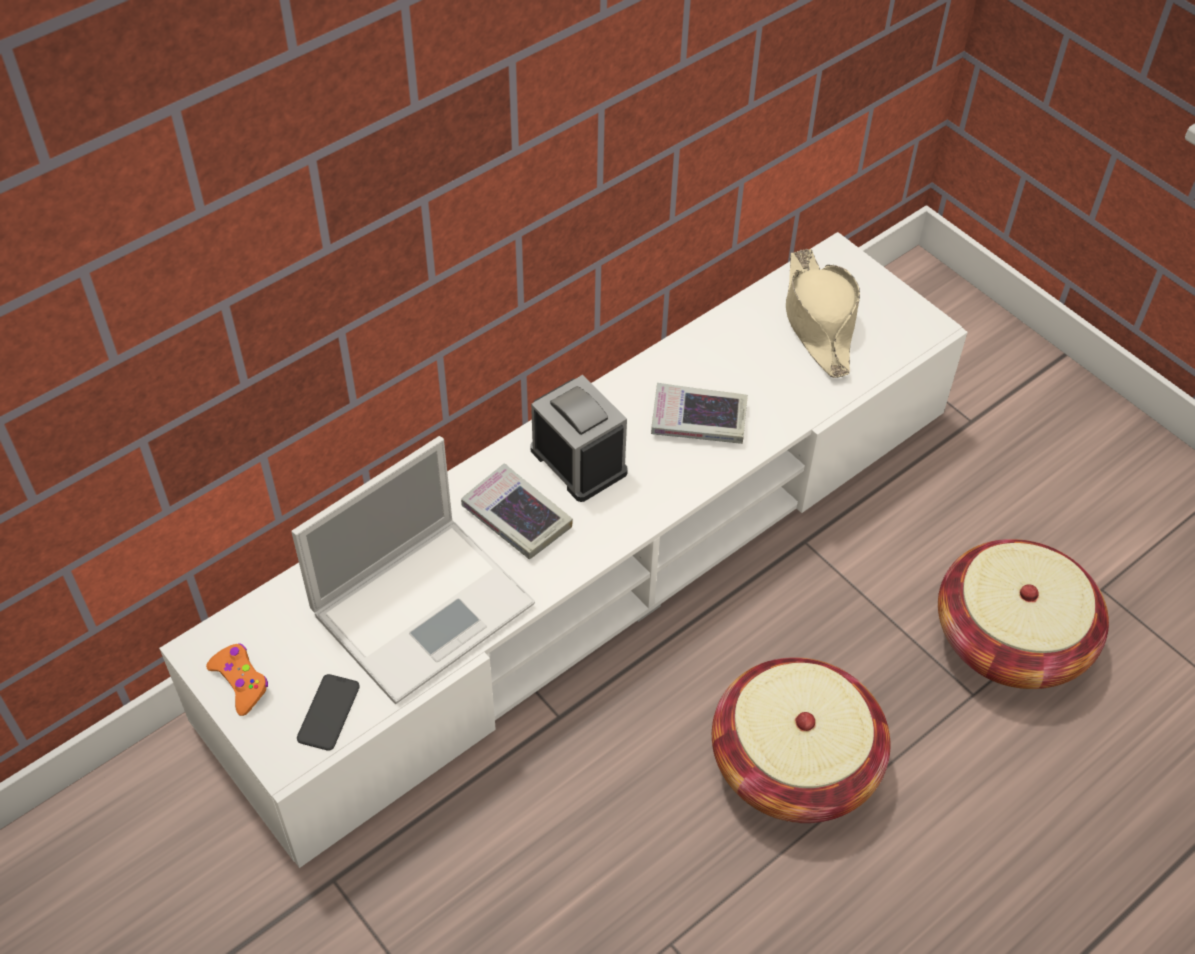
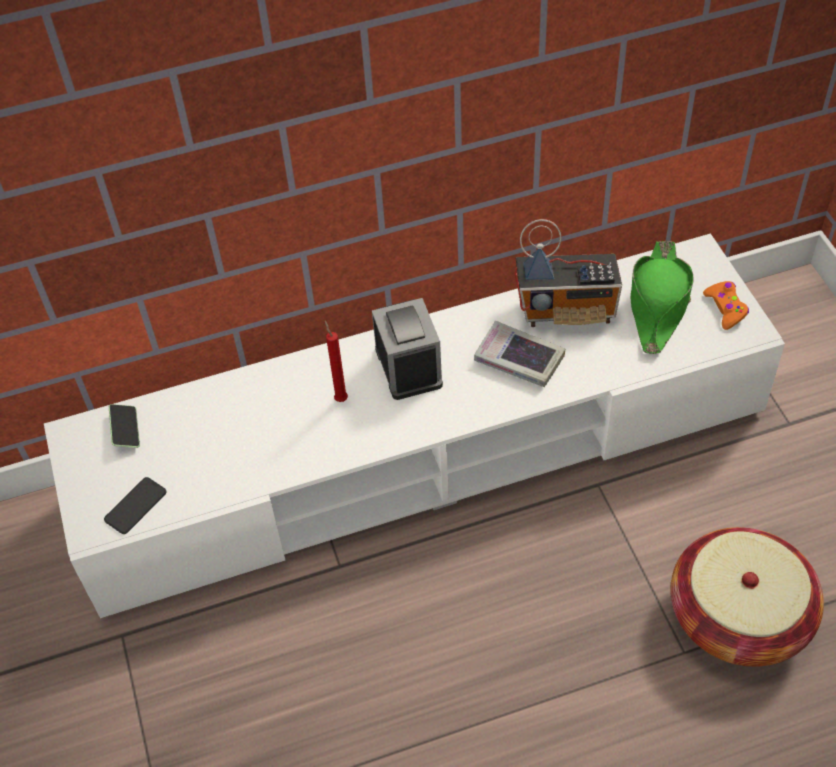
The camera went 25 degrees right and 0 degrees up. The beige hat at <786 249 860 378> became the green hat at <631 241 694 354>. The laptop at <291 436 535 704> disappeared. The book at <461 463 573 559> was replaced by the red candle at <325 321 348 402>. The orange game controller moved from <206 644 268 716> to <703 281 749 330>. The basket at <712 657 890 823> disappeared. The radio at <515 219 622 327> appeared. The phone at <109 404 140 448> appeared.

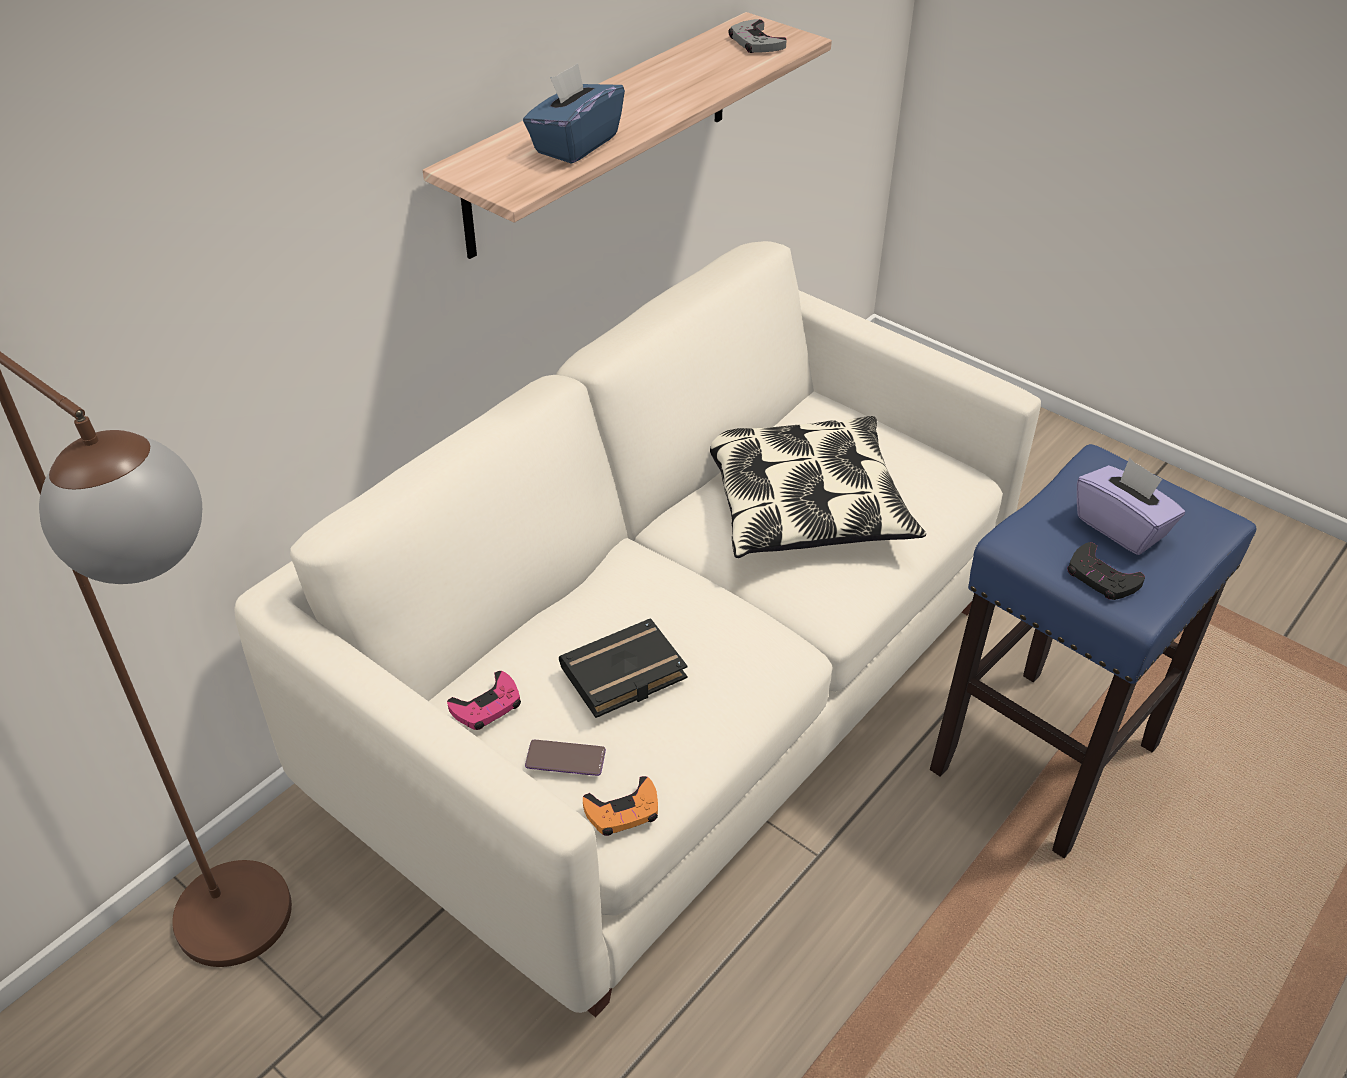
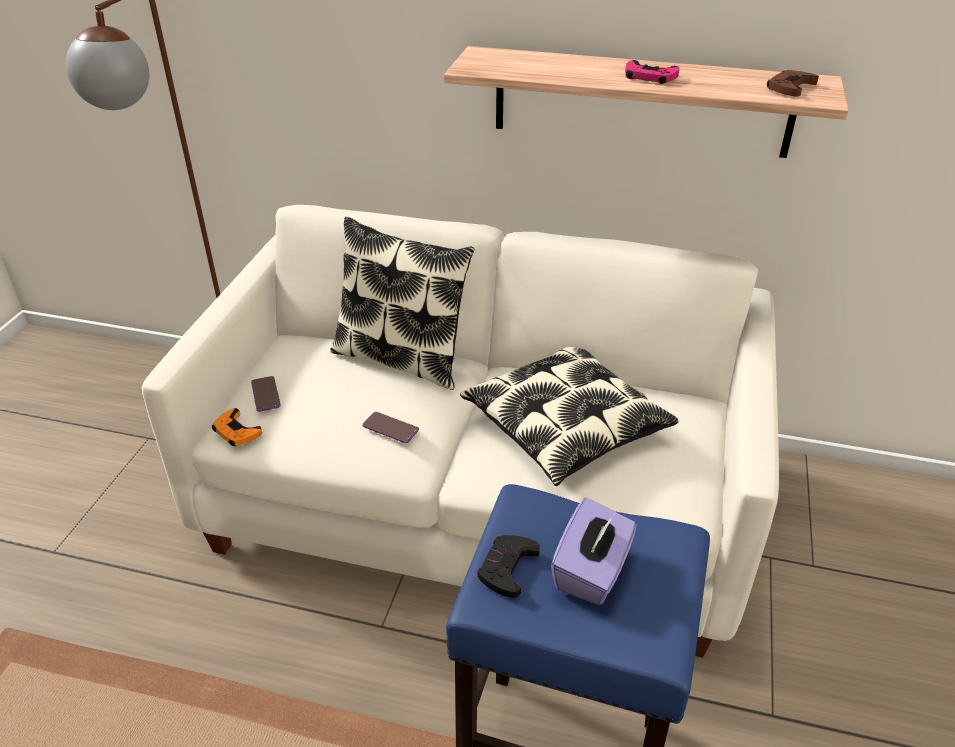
The camera went 65 degrees right and 5 degrees down. The grey game controller at <728 19 787 53> became the brown game controller at <767 70 819 97>. The blue tissue box at <523 63 625 164> disappeared. The black book at <559 618 688 718> disappeared. The pink game controller moved from <447 671 521 730> to <625 60 680 84>. The pillow at <330 217 474 390> appeared. The phone at <362 412 419 443> appeared.

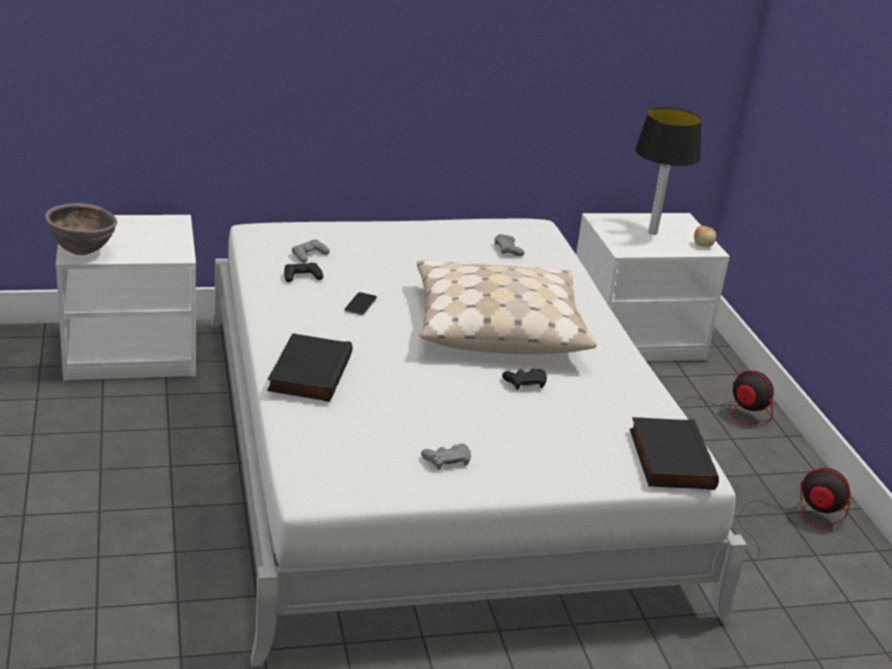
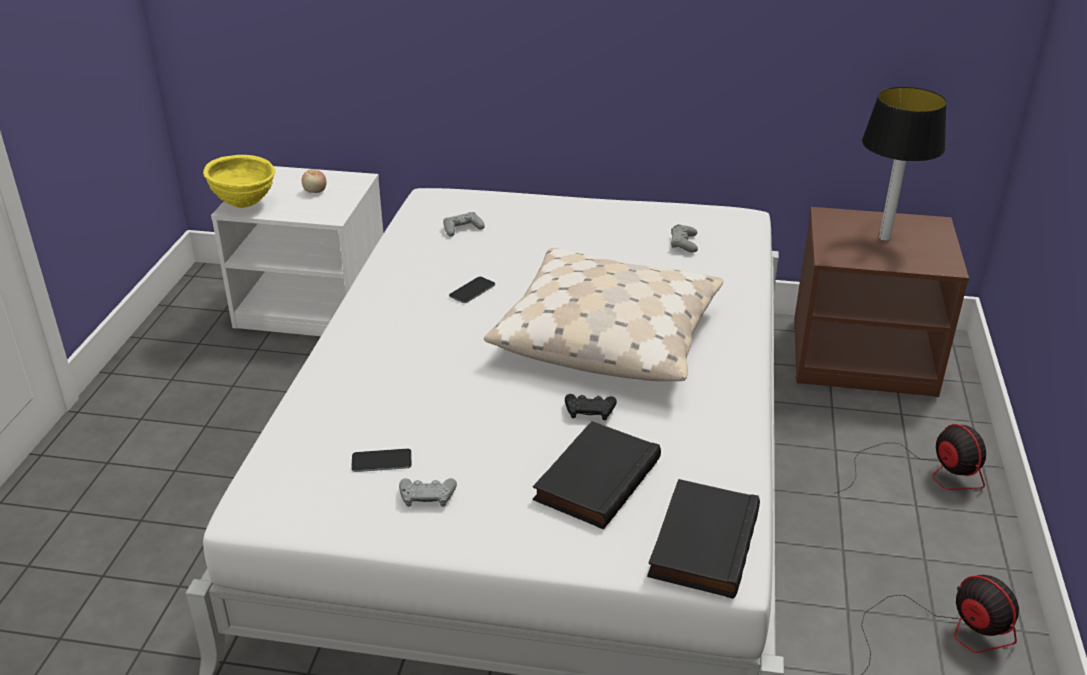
The camera went 25 degrees right and 5 degrees up. The brown bowl at <45 203 117 255> became the yellow bowl at <203 155 275 208>. The white nightstand at <576 213 730 361> became the brown nightstand at <794 207 969 397>. The apple moved from <694 226 716 247> to <302 169 327 193>. The black game controller at <284 263 323 282> disappeared. The black book moved from <267 333 353 402> to <533 421 661 529>. The phone at <351 448 412 472> appeared.

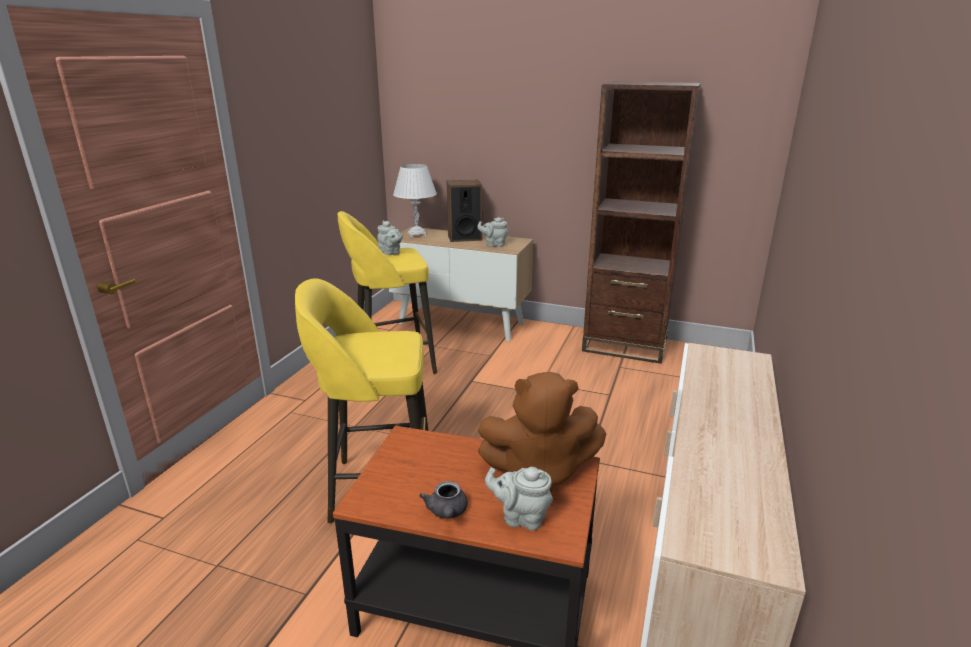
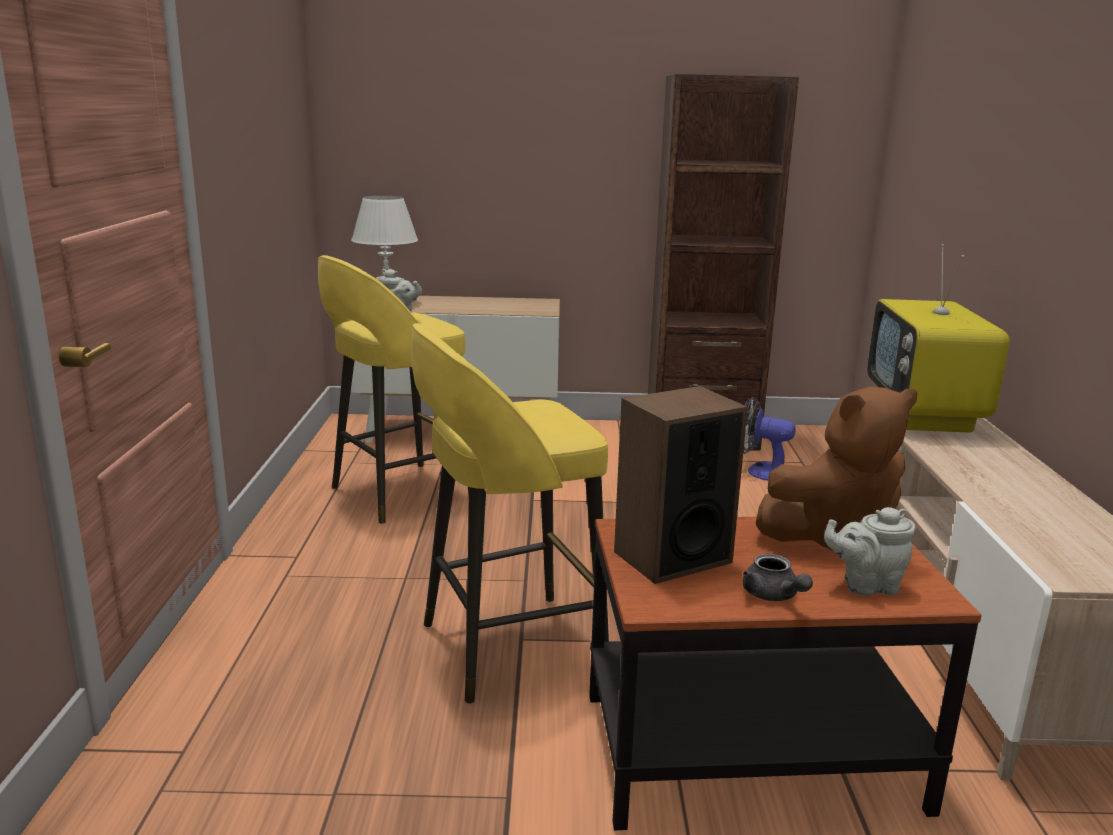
The camera went 20 degrees left and 5 degrees down. The speaker moved from <447 180 482 242> to <614 386 748 584>. The grey teapot at <477 217 508 247> disappeared. The television at <867 244 1010 433> appeared. The fan at <743 397 795 480> appeared.

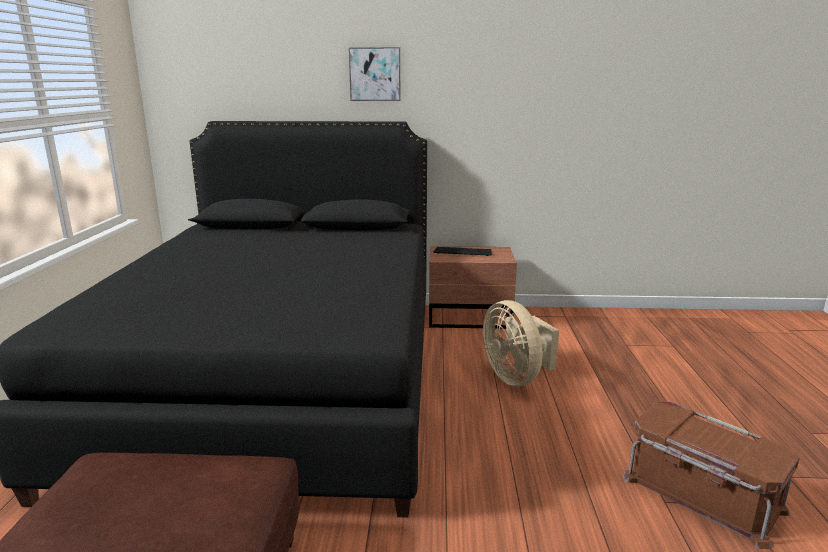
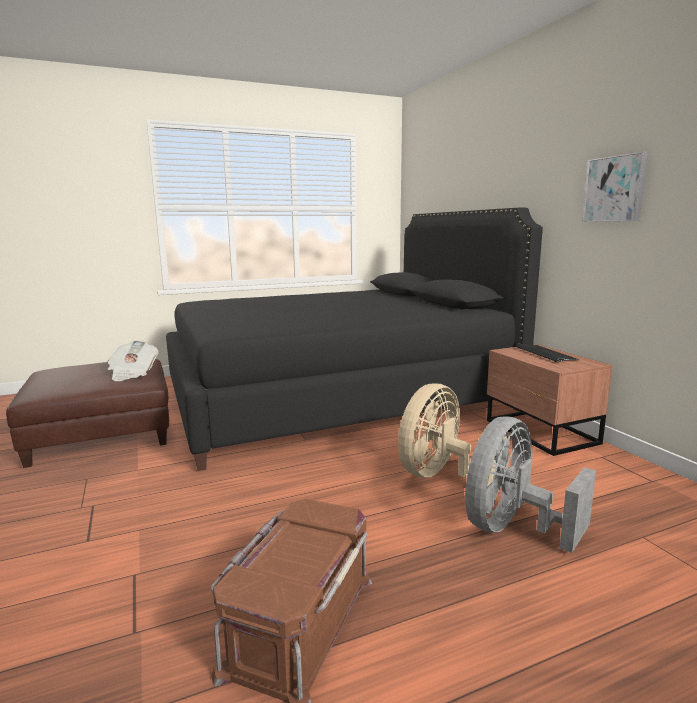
The camera went 65 degrees right and 5 degrees down. The picture moved from <349 47 401 101> to <582 151 648 222>. The newspaper at <108 340 159 381> appeared. The grey fan at <465 416 596 553> appeared.

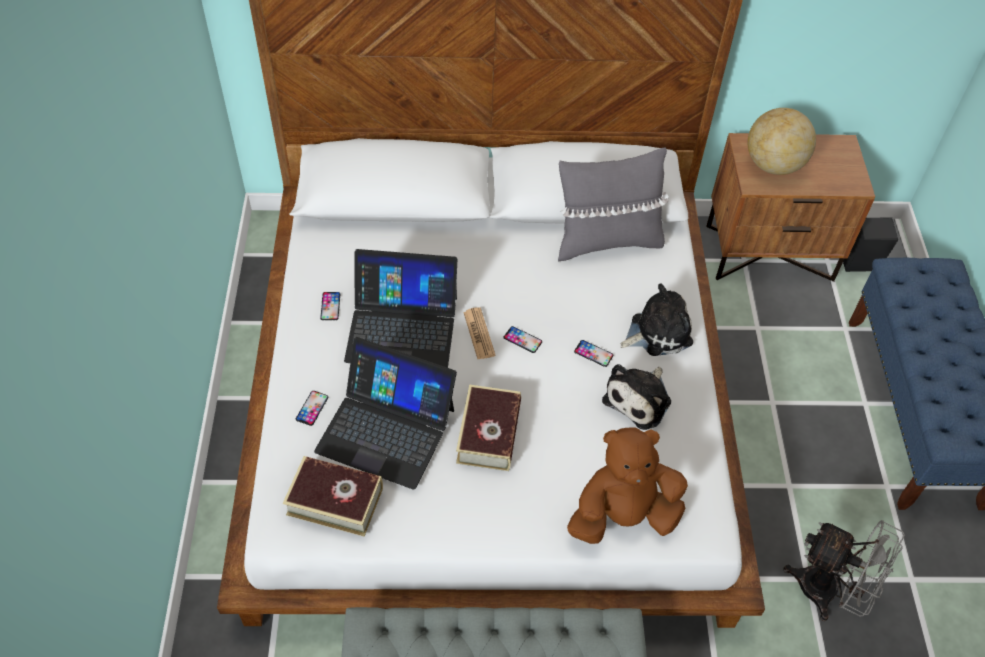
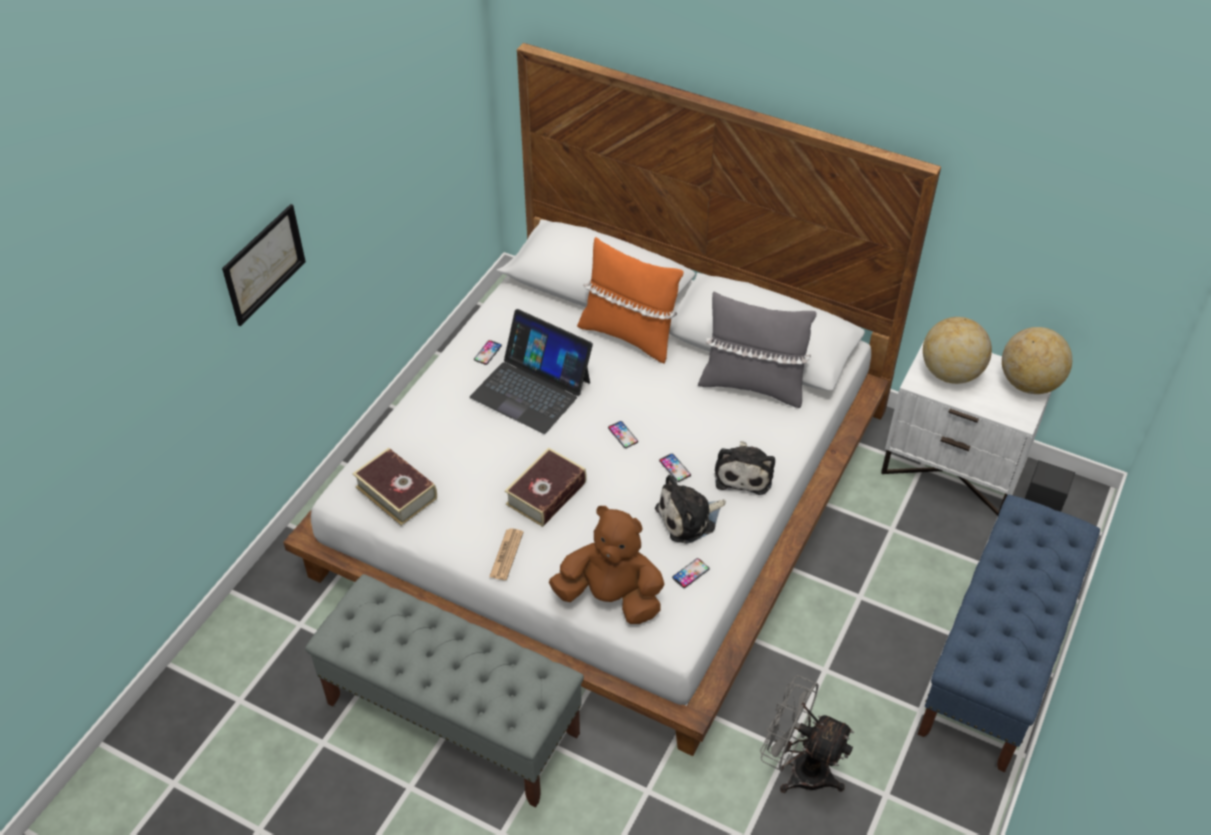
The camera went 30 degrees right and 5 degrees down. The brown nightstand at <706 133 875 282> became the white nightstand at <881 342 1052 516>. The plush toy at <620 283 693 356> turned 90 degrees clockwise. The newspaper moved from <463 307 496 359> to <489 528 524 580>. The laptop at <314 337 457 490> disappeared. The phone moved from <296 391 328 426> to <672 558 709 588>. The grey fan at <783 520 905 621> turned 150 degrees clockwise. The picture at <222 204 306 326> appeared. The orange pillow at <577 237 684 363> appeared. The globe at <1002 327 1072 394> appeared.

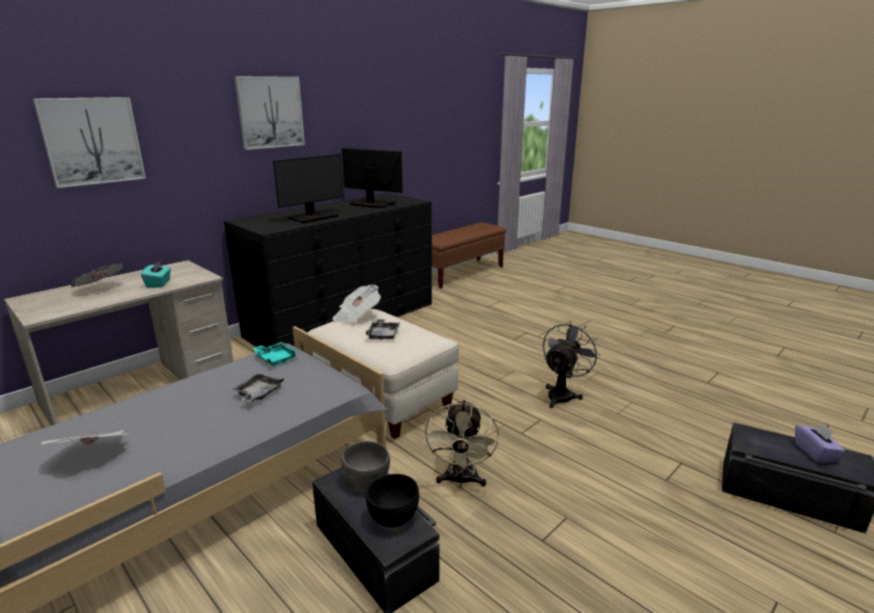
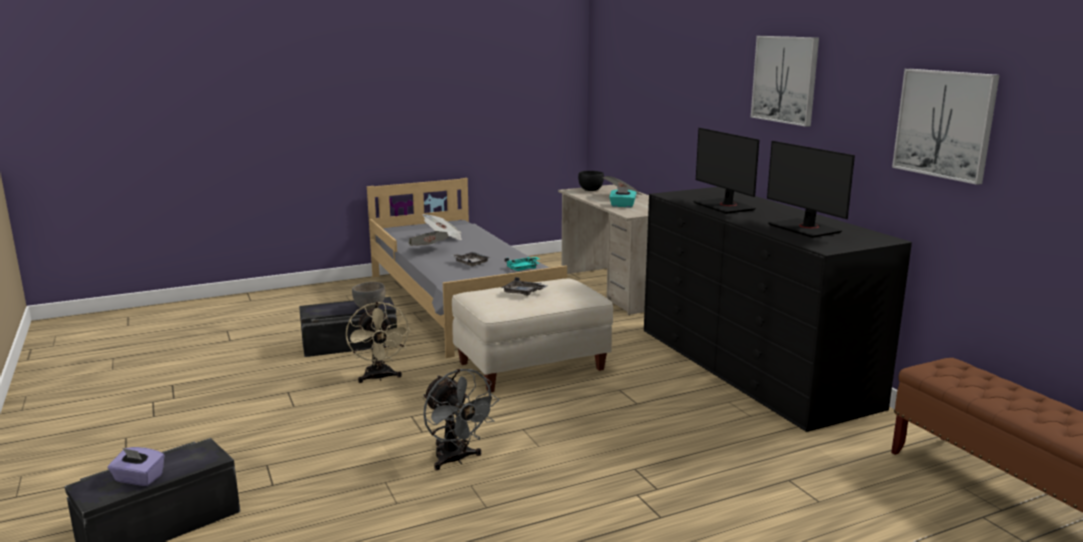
The camera went 110 degrees right and 5 degrees down. The picture moved from <33 97 146 188> to <892 69 1000 185>. The monitor at <342 148 403 208> turned 105 degrees clockwise. The newspaper moved from <332 285 381 323> to <409 231 449 246>. The beige fan at <423 400 499 487> turned 135 degrees counterclockwise. The black bowl moved from <366 474 419 527> to <578 171 604 191>.

